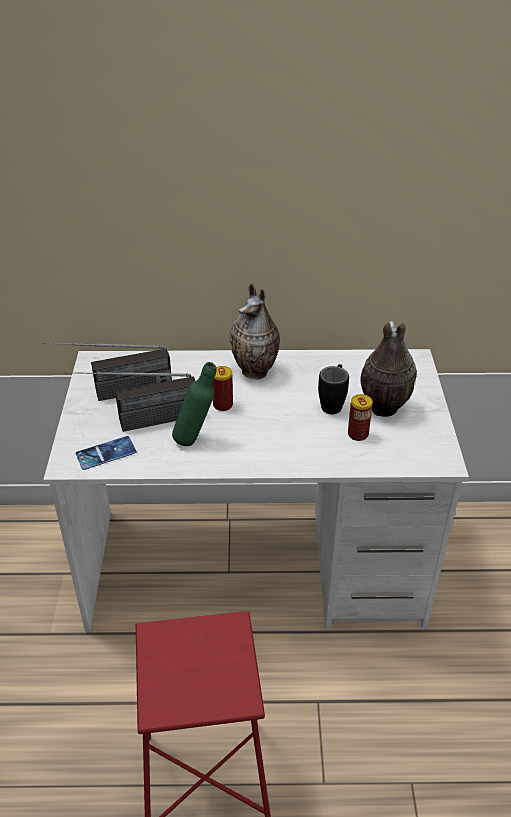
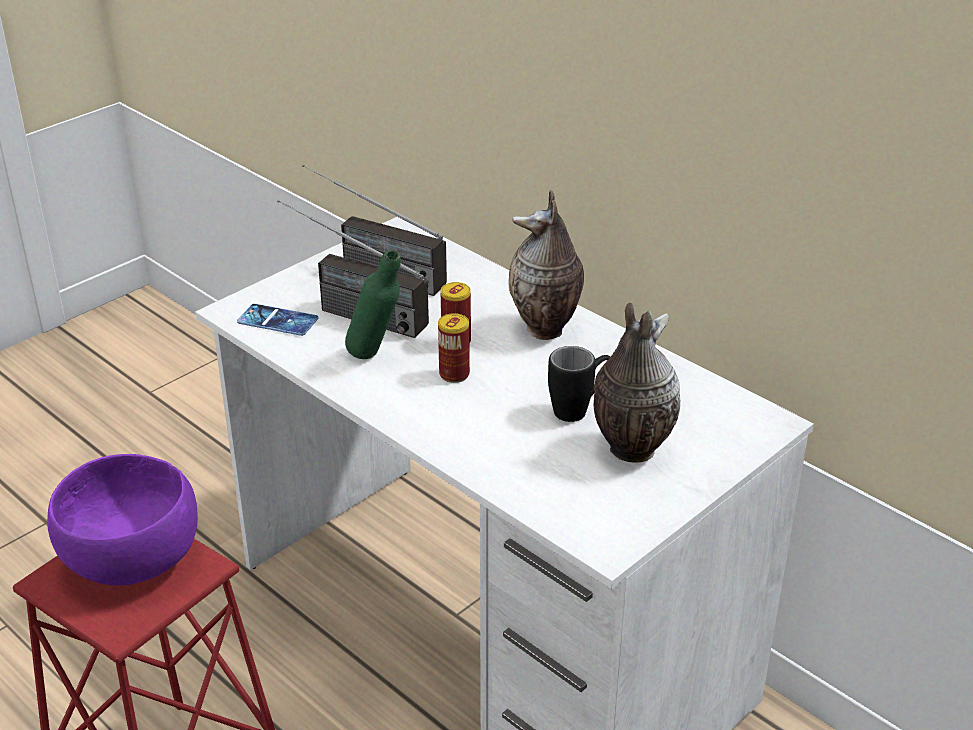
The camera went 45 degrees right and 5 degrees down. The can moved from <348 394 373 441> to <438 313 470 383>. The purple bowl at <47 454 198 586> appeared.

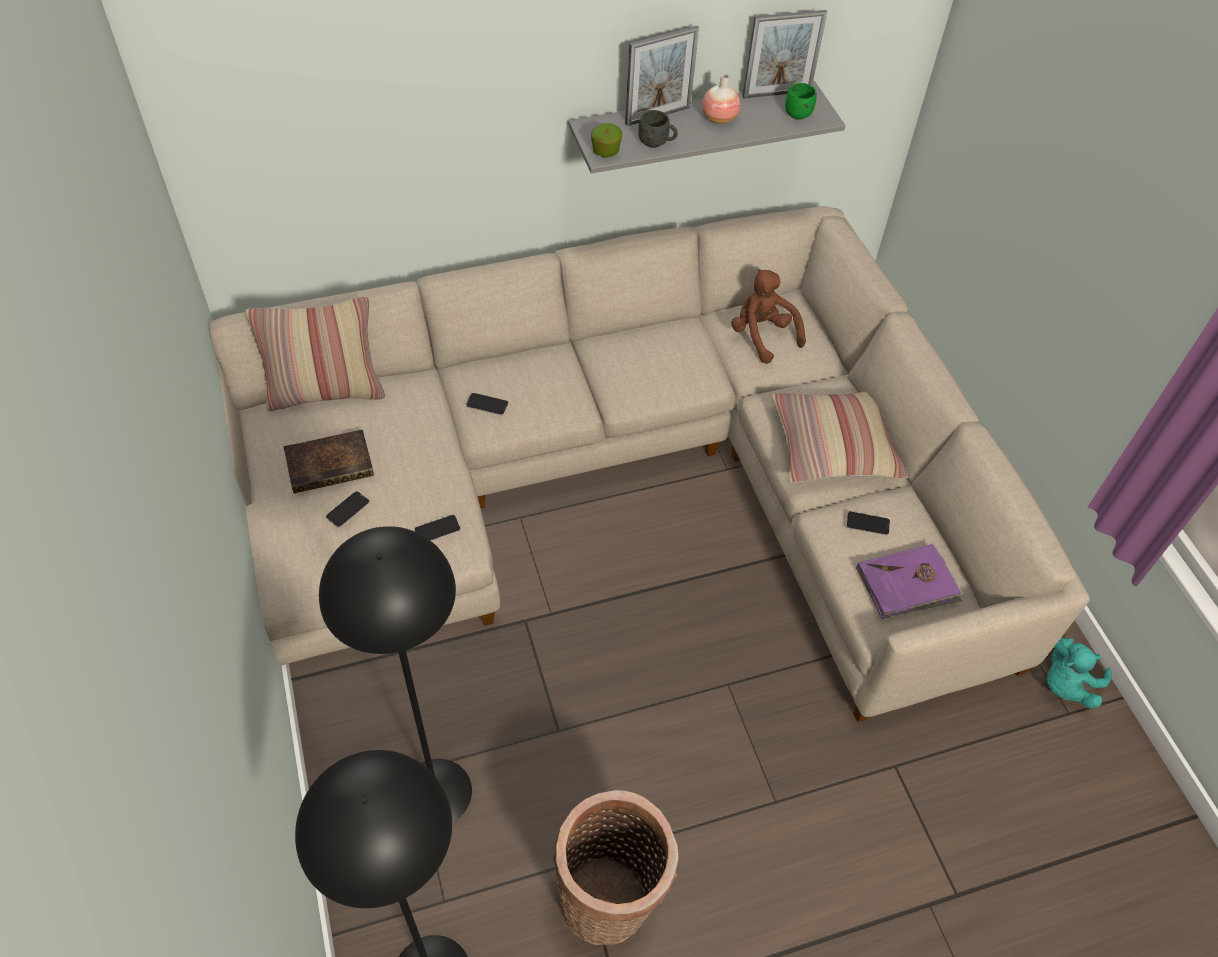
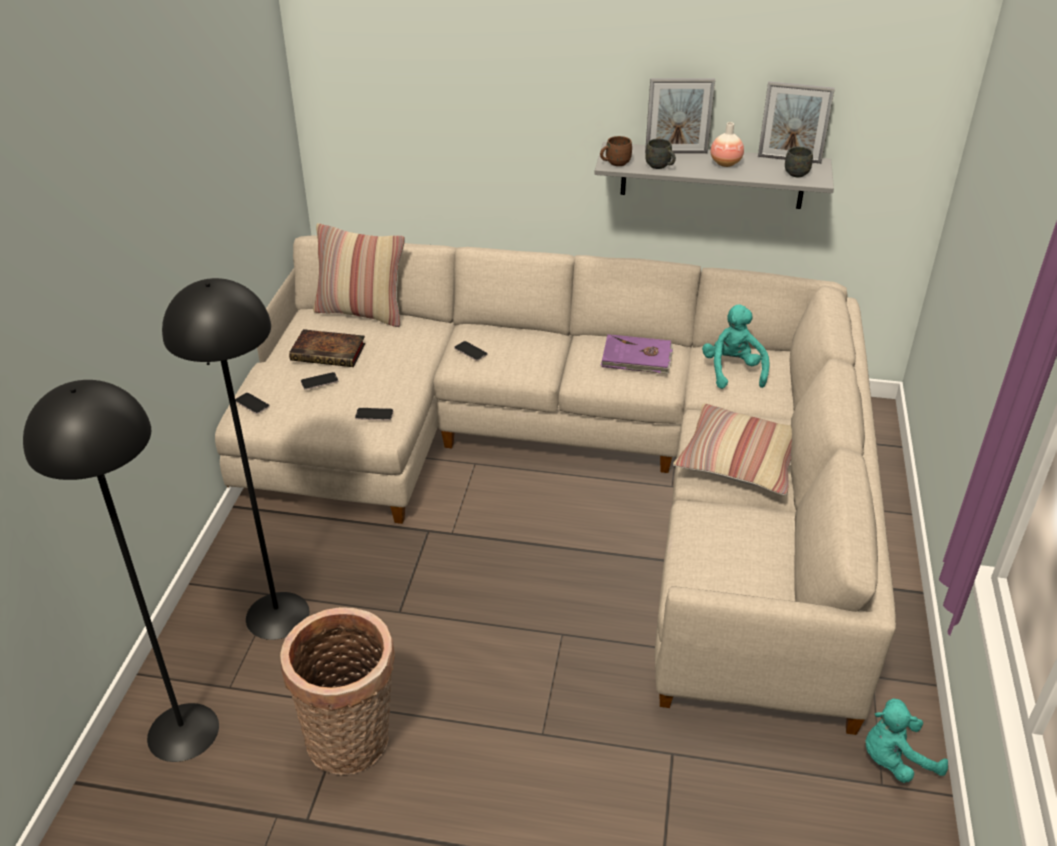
The camera went 30 degrees right and 15 degrees down. The green mug at <785 83 817 120> became the grey mug at <785 147 813 177>. The apple at <591 123 622 157> was replaced by the brown mug at <600 136 632 166>. The brown plush toy at <731 269 806 364> became the turquoise plush toy at <702 305 769 389>. The phone moved from <846 511 890 536> to <235 392 270 414>. The purple book moved from <856 544 964 619> to <601 334 673 374>.

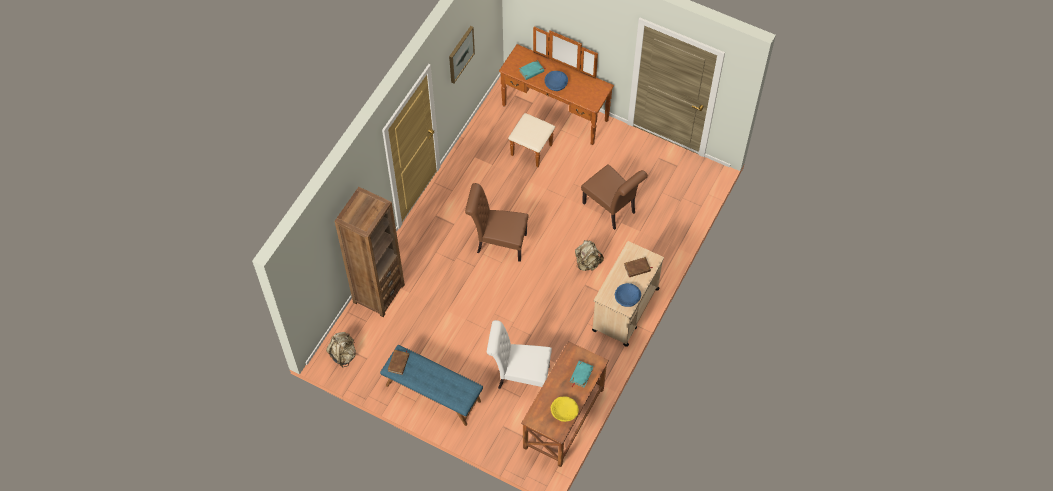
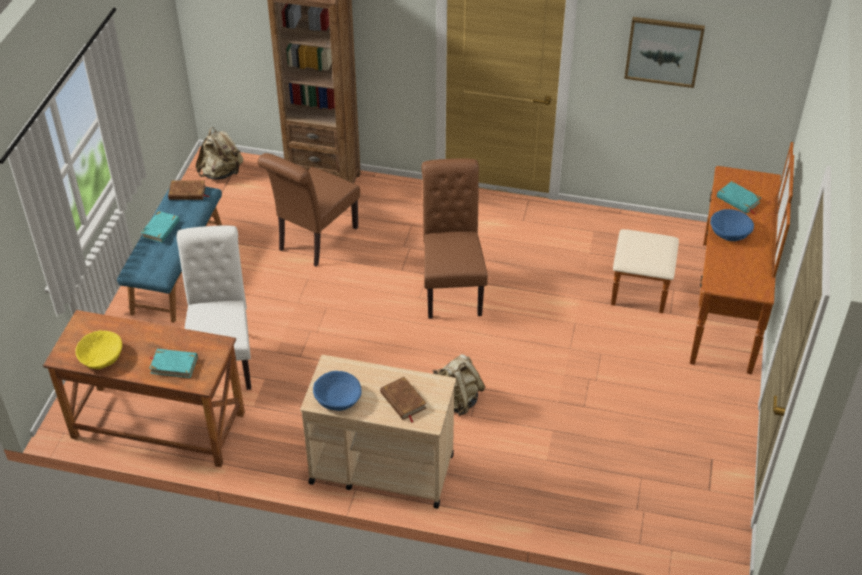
The camera went 75 degrees right and 15 degrees down. The brown chair moved from <581 164 648 230> to <258 153 360 267>. The turquoise book at <141 211 180 243> appeared.

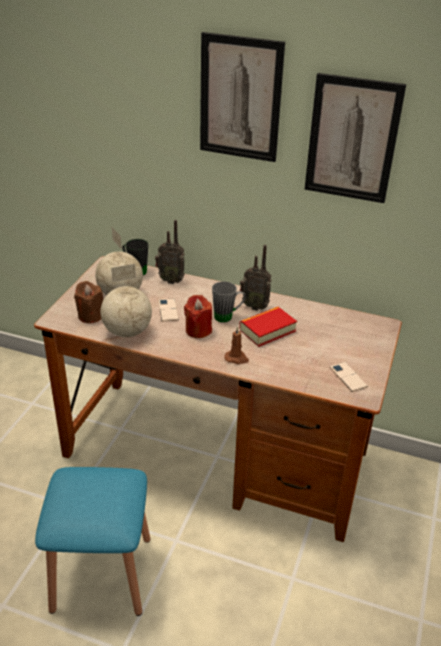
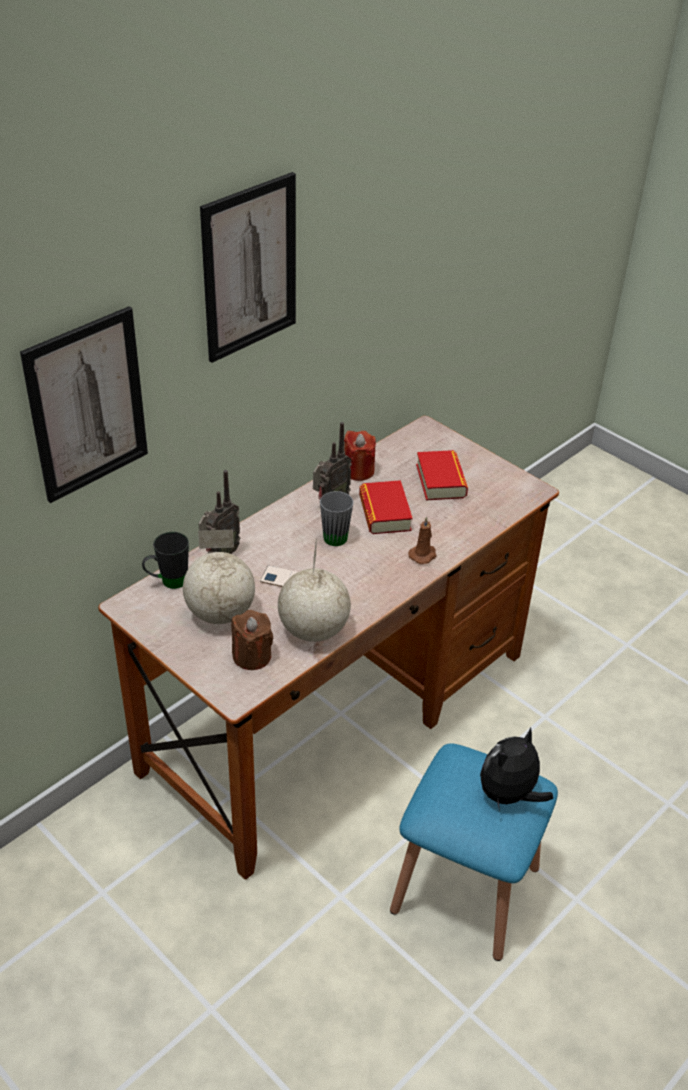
The camera went 65 degrees left and 5 degrees up. The picture moved from <304 73 406 203> to <20 306 148 503>. The red candle moved from <184 295 212 338> to <344 431 376 481>. The phone at <329 362 368 392> disappeared. The book at <416 450 468 500> appeared. The plush toy at <480 727 553 812> appeared.

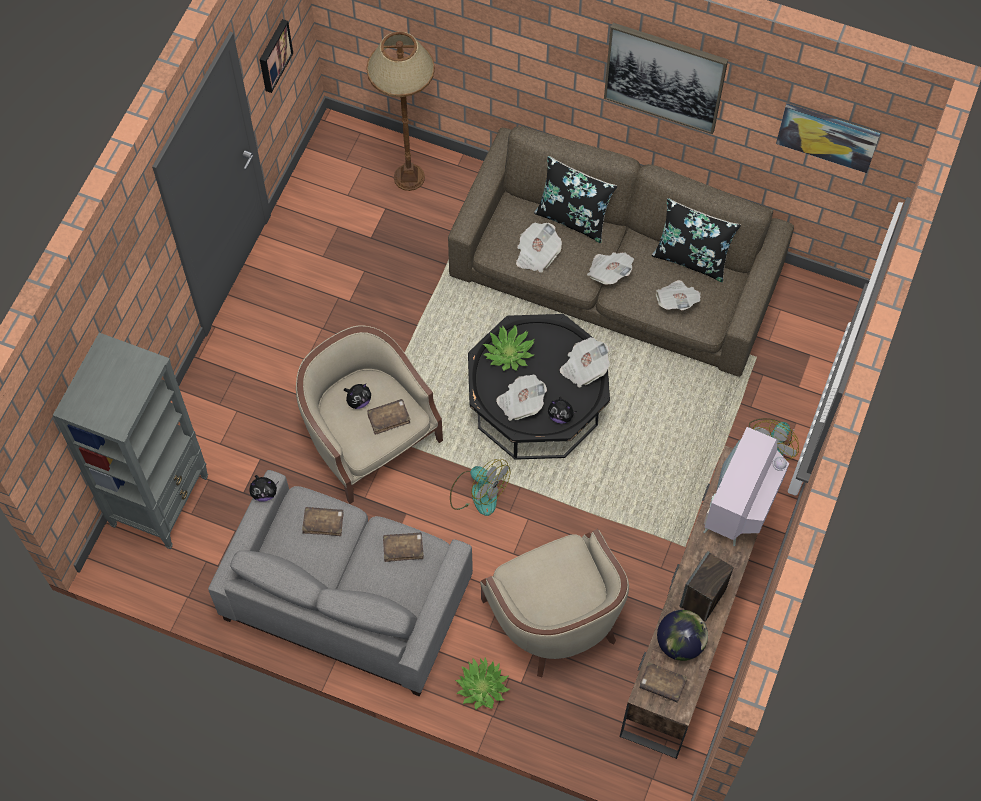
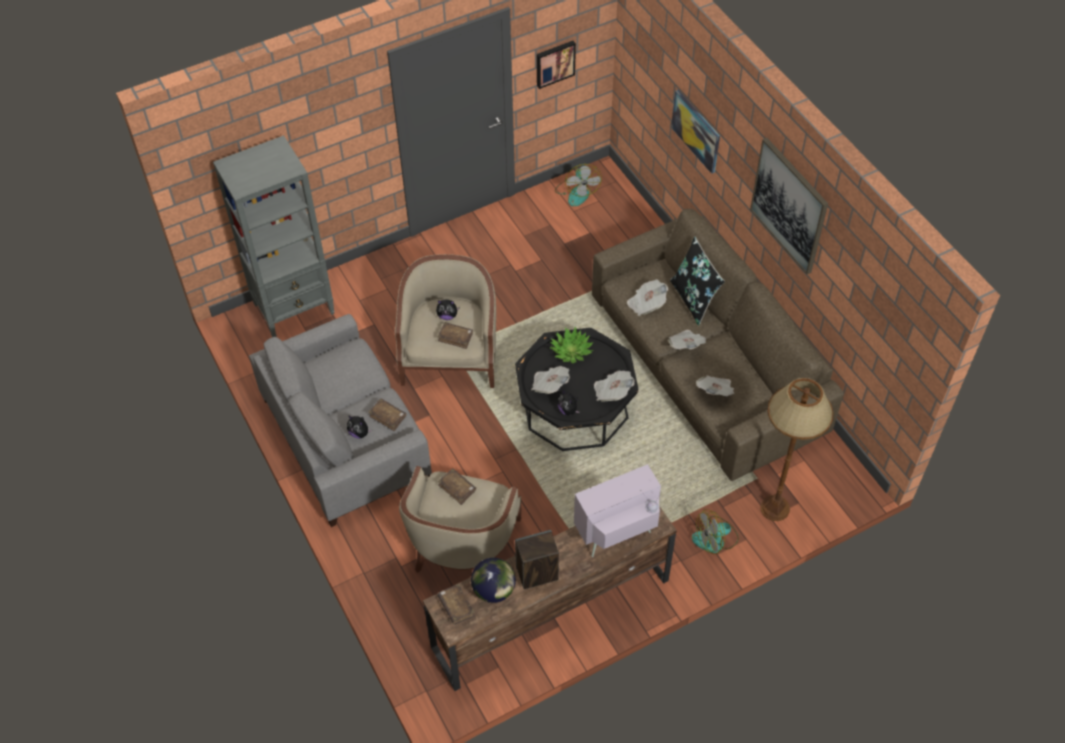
The camera went 40 degrees right and 10 degrees down. The brown floor lamp moved from <366 31 435 191> to <760 378 834 521>. The picture moved from <776 103 881 173> to <671 90 720 174>. The black pillow at <652 198 741 282> disappeared. The fan moved from <450 459 511 516> to <555 164 602 206>. The plush toy moved from <249 475 278 502> to <347 415 372 438>. The brown book moved from <302 507 344 536> to <438 468 476 505>. The potted plant at <455 658 510 710> disappeared.

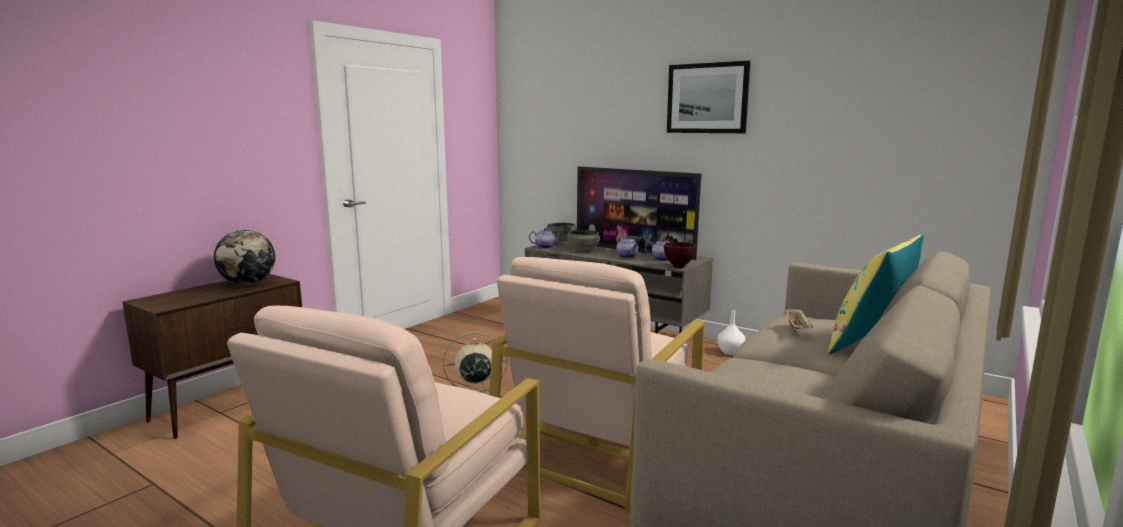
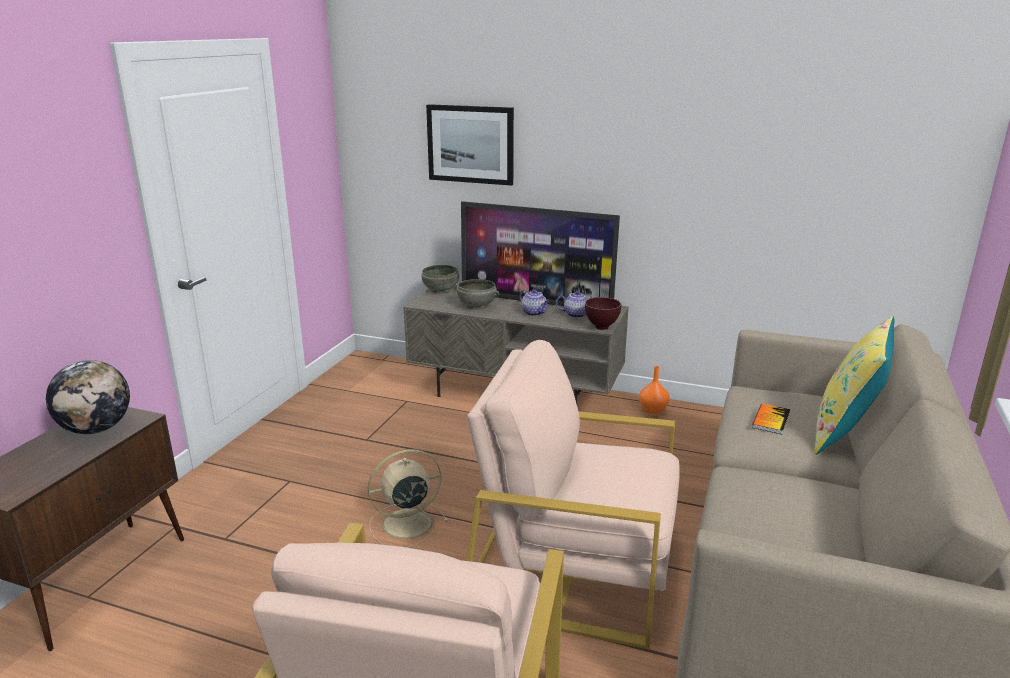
The camera went 15 degrees left and 10 degrees up. The picture moved from <667 61 751 133> to <426 104 514 186>. The teapot at <529 228 562 248> disappeared. The beige armchair at <489 257 705 513> turned 90 degrees clockwise. The beige tray at <785 307 813 329> was replaced by the book at <752 404 790 434>. The white vase at <718 310 746 355> became the orange vase at <639 366 670 414>.

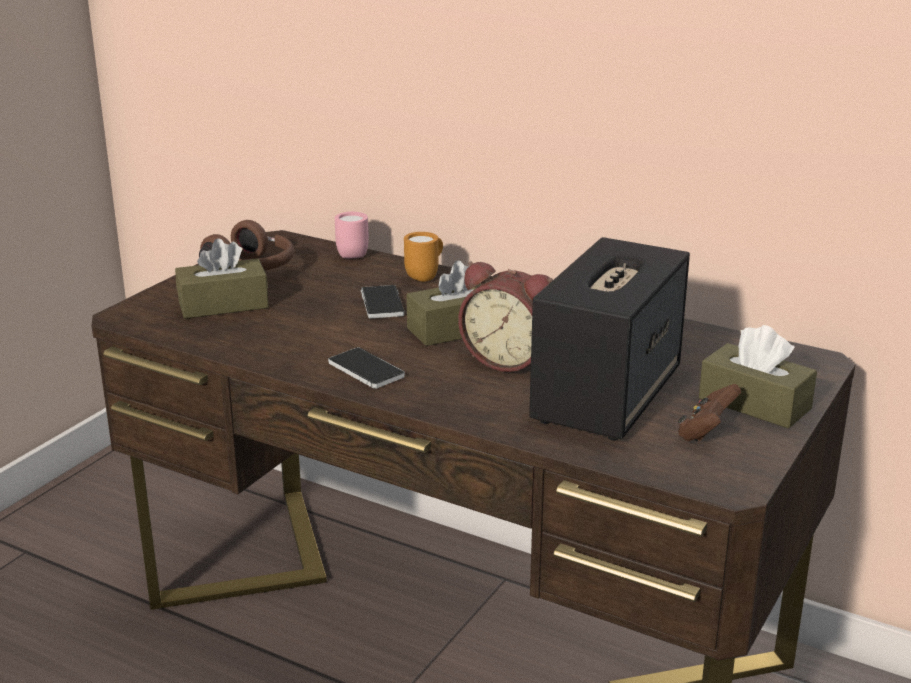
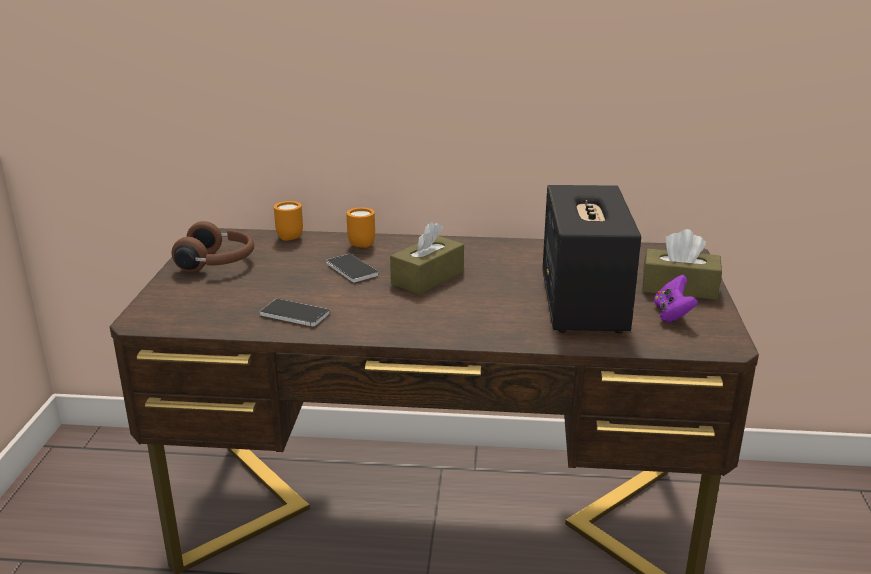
The camera went 25 degrees left and 0 degrees up. The pink mug at <335 212 369 259> became the orange mug at <274 201 303 241>. The brown tissue box at <175 238 269 319> disappeared. The alarm clock at <458 261 553 372> disappeared. The phone moved from <328 347 405 388> to <260 299 330 327>. The brown game controller at <678 384 741 442> became the purple game controller at <654 275 698 322>.

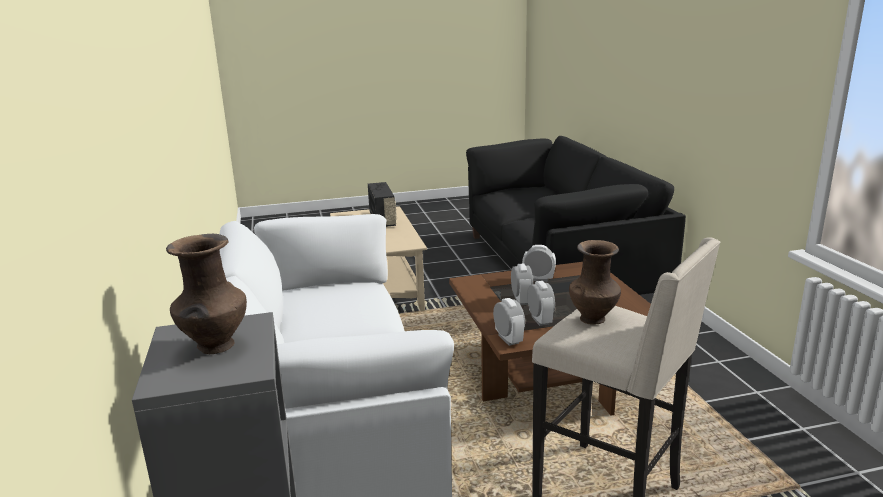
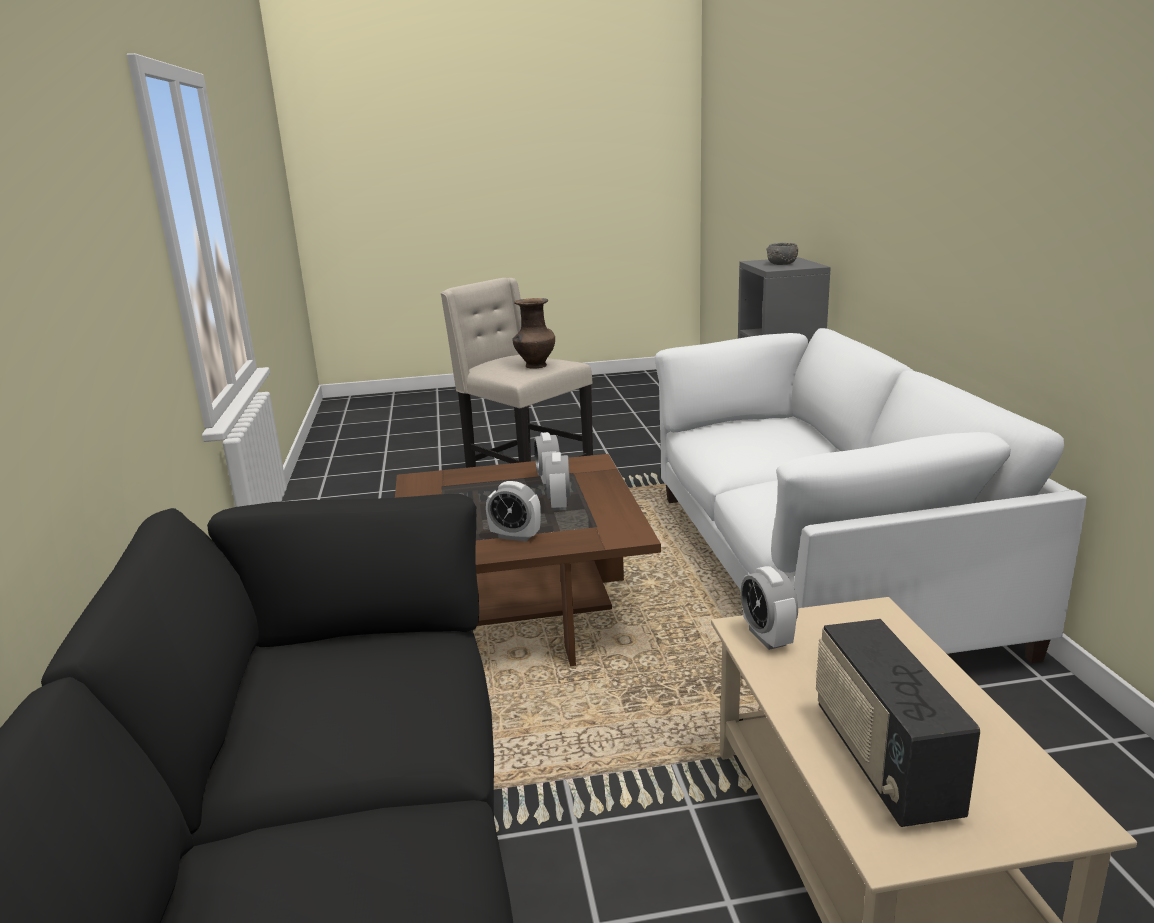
The camera went 175 degrees left and 0 degrees up. The brown vase at <166 234 247 354> was replaced by the grey bowl at <766 243 798 265>. The alarm clock moved from <493 298 525 346> to <741 566 798 650>.

